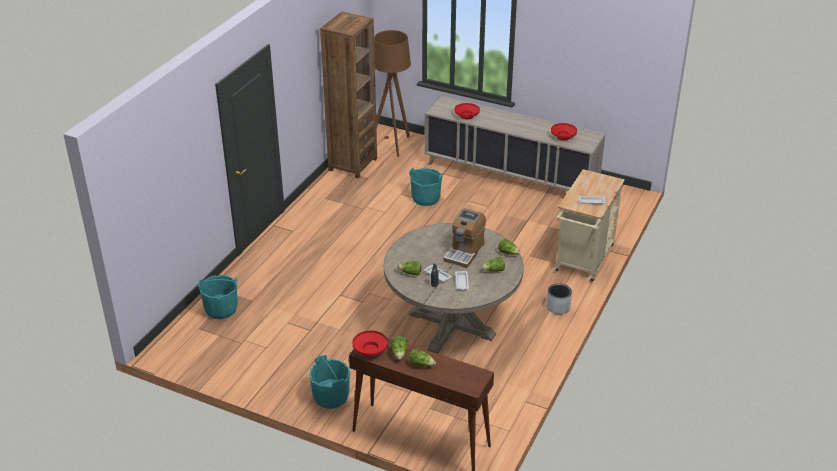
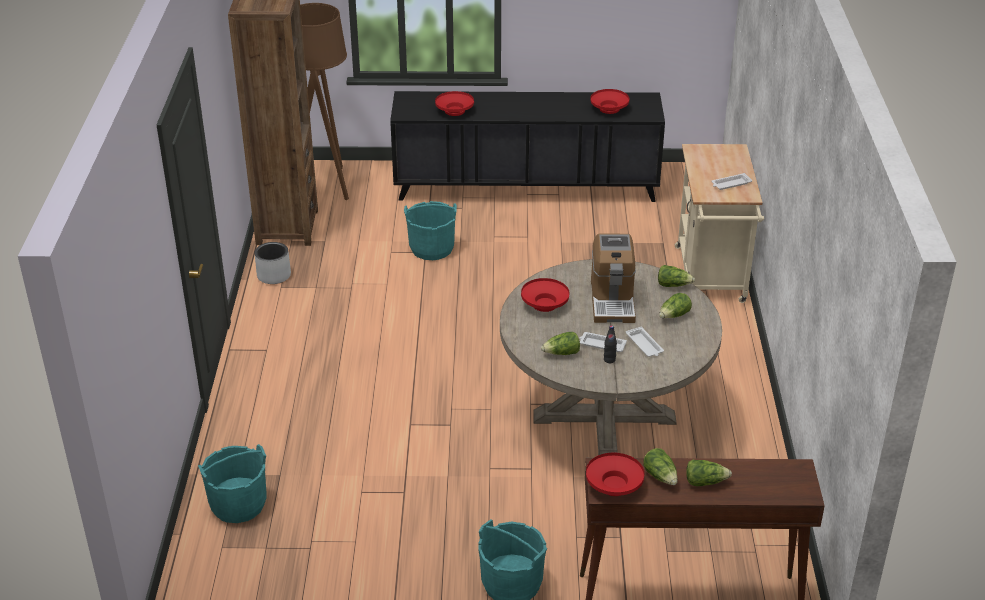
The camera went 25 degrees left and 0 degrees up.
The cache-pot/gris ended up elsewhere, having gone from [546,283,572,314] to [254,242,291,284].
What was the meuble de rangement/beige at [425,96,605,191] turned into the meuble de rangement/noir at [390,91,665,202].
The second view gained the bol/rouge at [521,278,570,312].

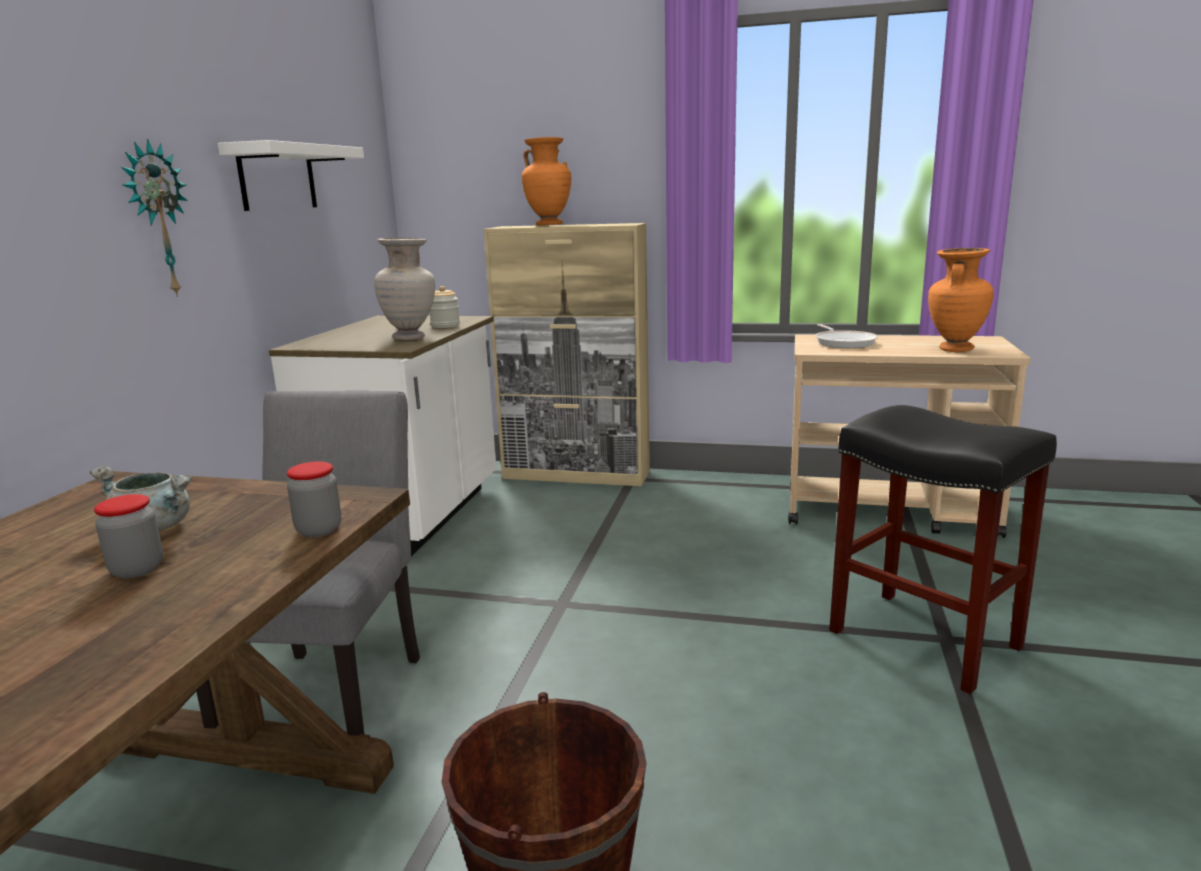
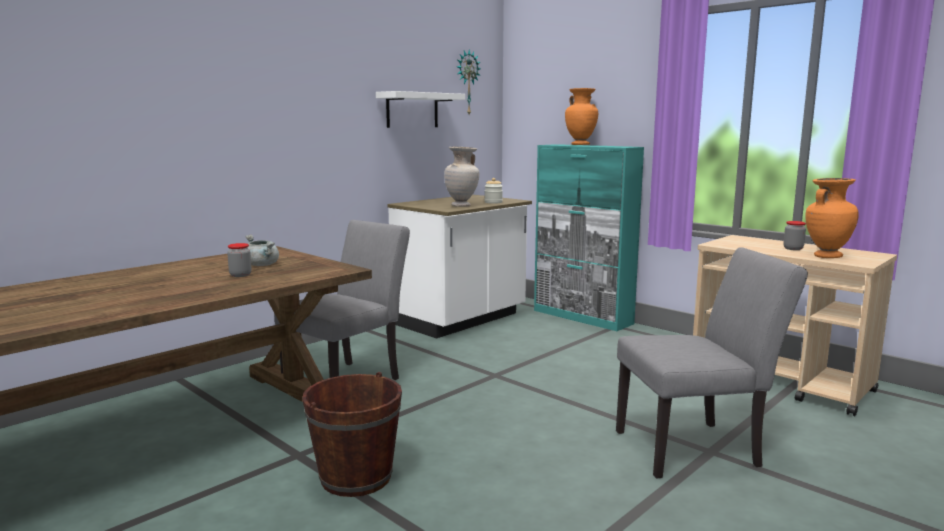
The camera went 30 degrees right and 5 degrees down.
The horloge murale ended up elsewhere, having gone from [121,139,187,297] to [457,50,481,114].
What was the meuble de rangement/beige at [484,223,650,486] turned into the meuble de rangement/turquoise at [534,144,644,331].
Where the tabouret/noir stood at [829,405,1057,694], the chaise/gris came to stand at [616,248,808,479].
The bocal ended up elsewhere, having gone from [287,461,341,537] to [783,221,806,250].
The second view lost the poêle at [815,324,878,348].

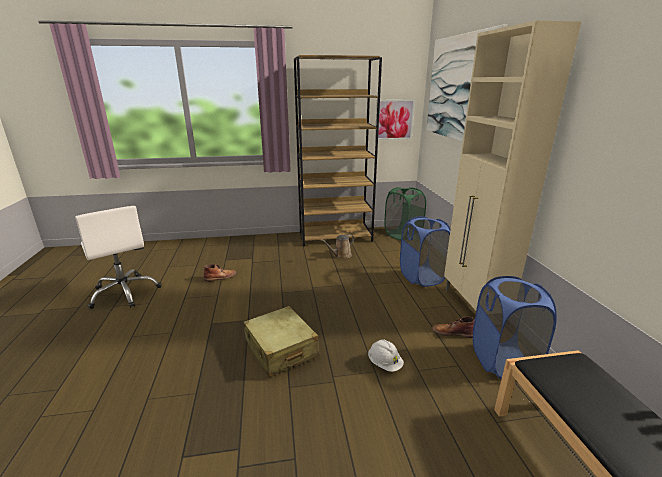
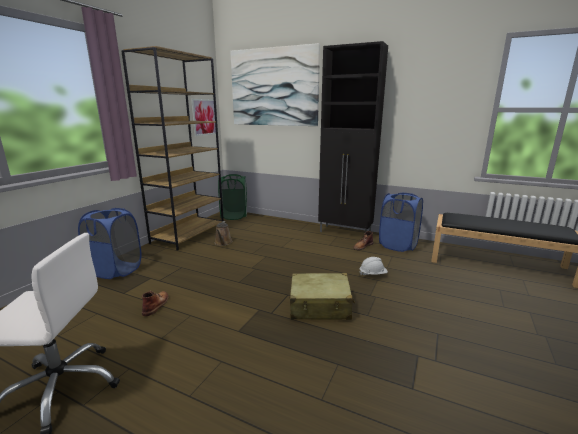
The camera went 55 degrees left and 5 degrees down.
The panier à linge/bleu ended up elsewhere, having gone from [400,216,451,287] to [78,208,141,279].
What was the meuble de rangement/beige at [444,20,581,310] turned into the meuble de rangement/noir at [318,41,388,233].

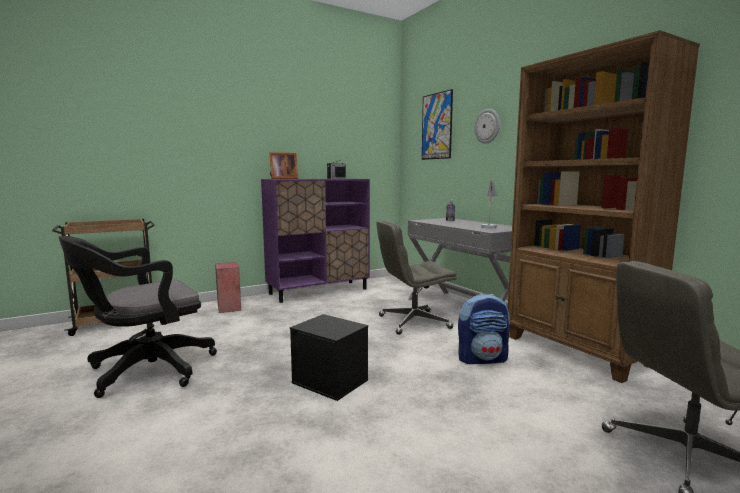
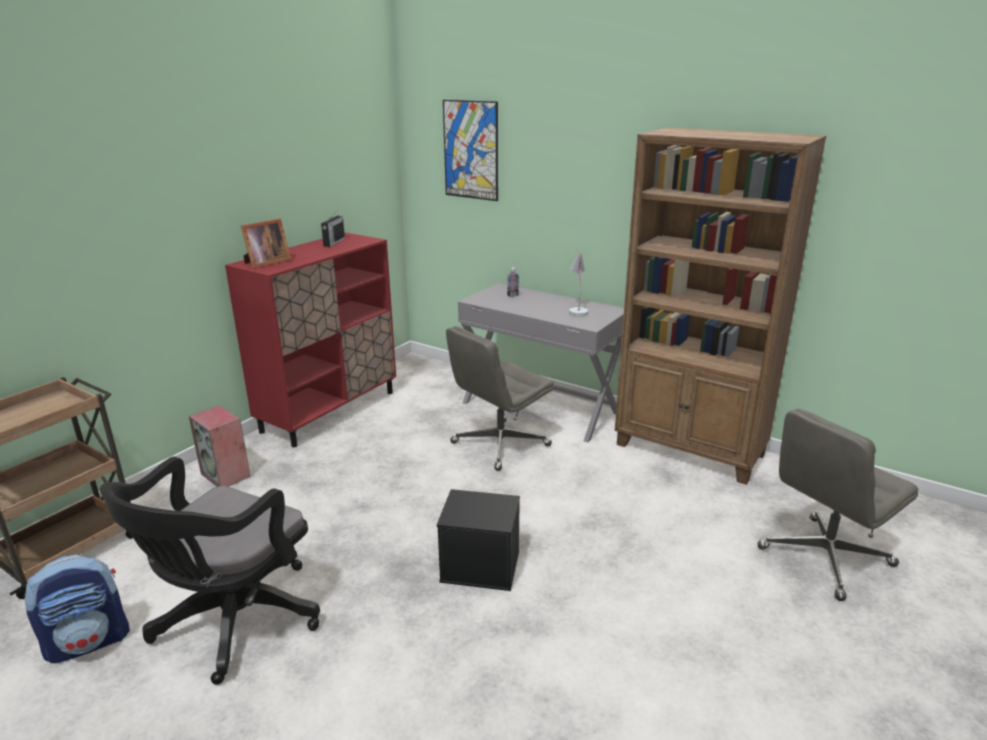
The camera went 25 degrees left and 15 degrees up.
The sac à dos ended up elsewhere, having gone from [458,294,510,364] to [25,554,130,663].
What was the meuble de rangement/violet at [261,179,370,303] turned into the meuble de rangement/rouge at [225,232,396,447].
The second view lost the horloge murale at [475,109,500,144].

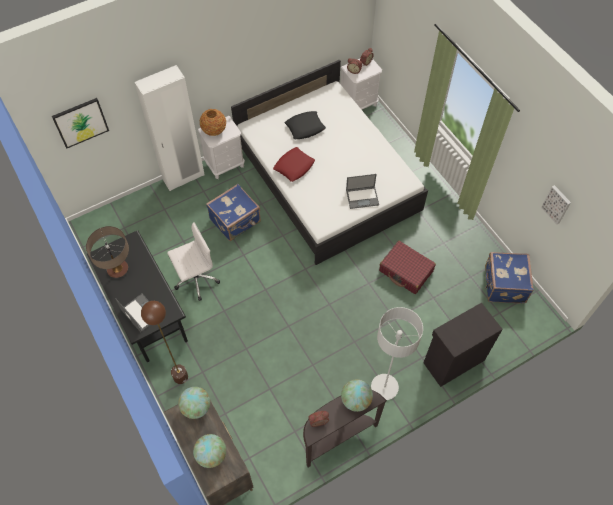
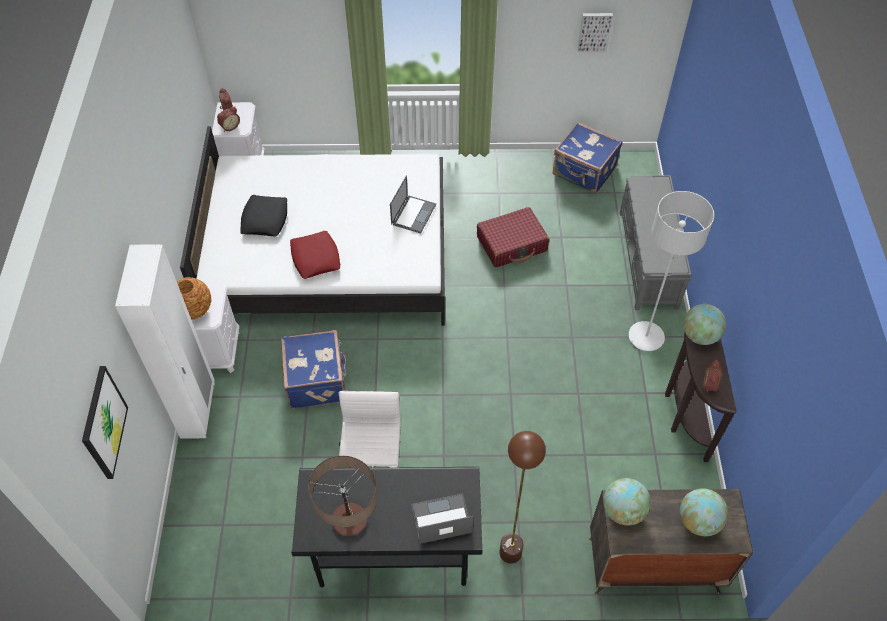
The camera went 60 degrees left and 5 degrees down.
Where the meuble de rangement/noir stood at [423,302,503,387], the banc/gris came to stand at [620,175,691,310].

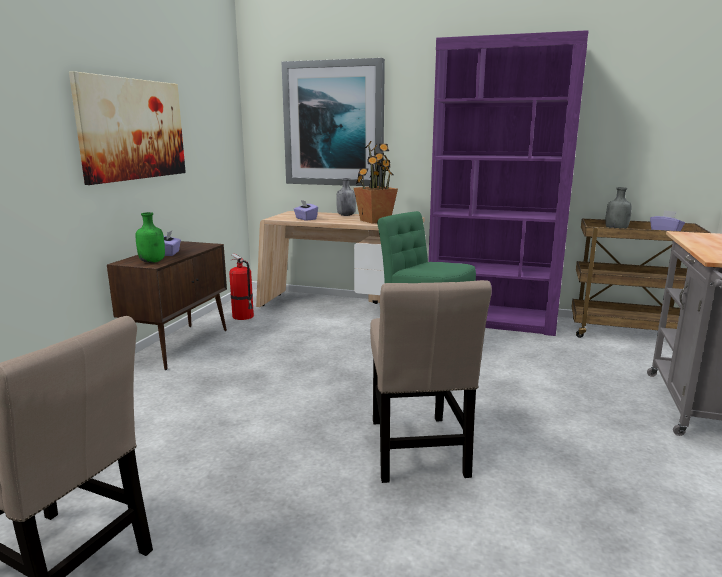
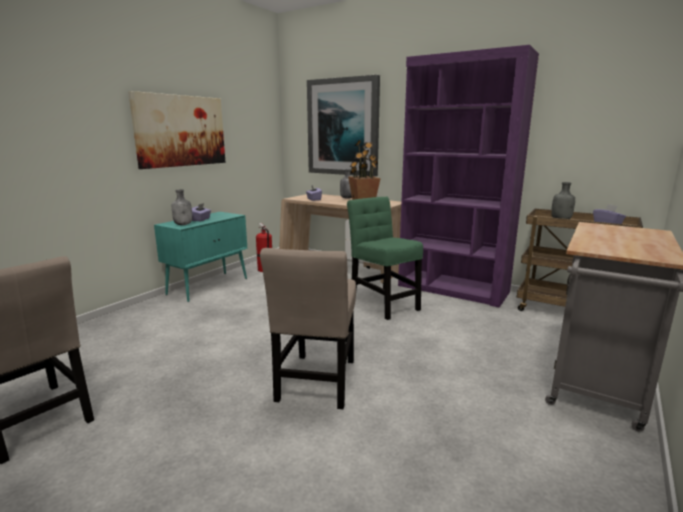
The camera went 15 degrees right and 0 degrees up.
What was the meuble de rangement/marron at [107,241,227,370] turned into the meuble de rangement/turquoise at [154,212,247,302].
What was the bouteille/vert at [136,212,165,263] turned into the bouteille/gris at [172,190,192,225].

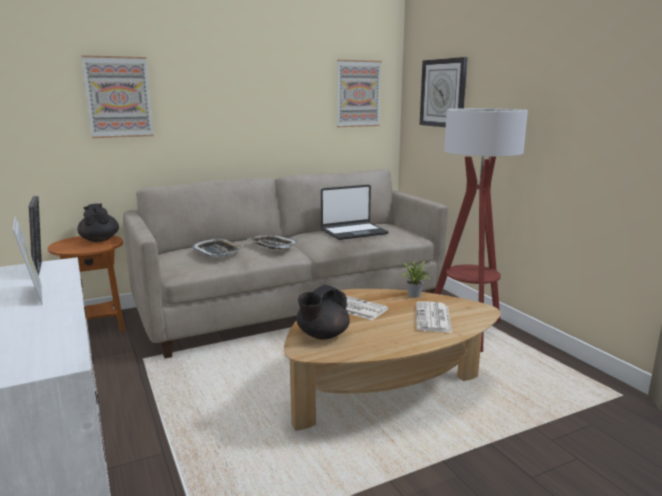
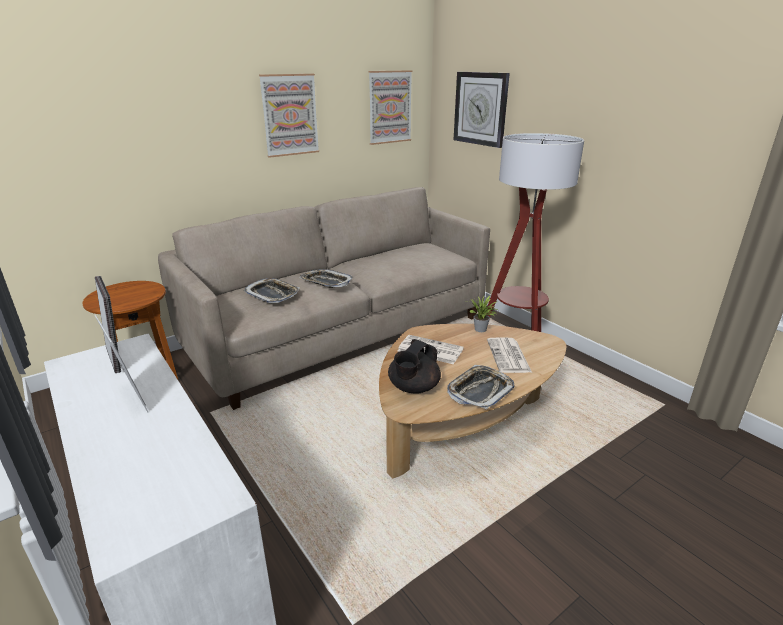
The camera went 10 degrees left and 10 degrees up.
The tableau ended up elsewhere, having gone from [81,55,154,138] to [259,74,319,158].
The second view gained the plateau at [447,365,514,410].
The second view lost the théière/noir at [77,203,119,242].
The second view lost the ordinateur portable at [321,185,389,240].

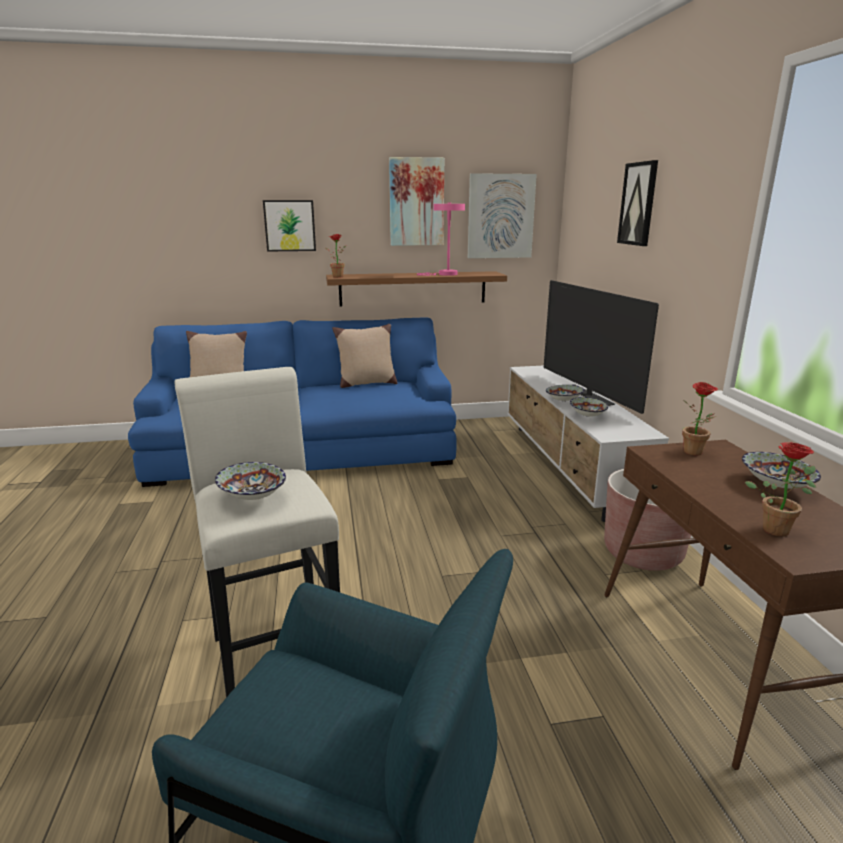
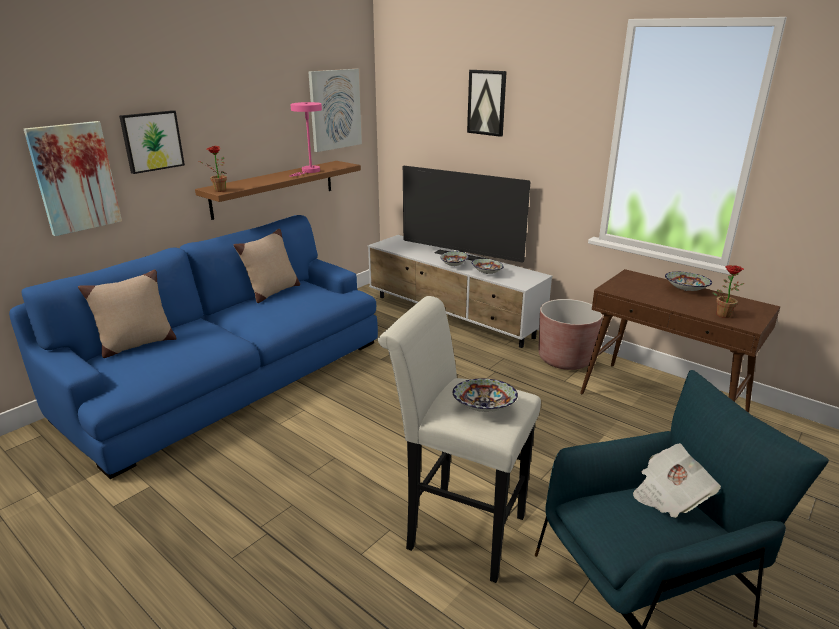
The camera went 40 degrees left and 5 degrees up.
The tableau ended up elsewhere, having gone from [389,157,444,246] to [24,121,122,236].
The second view gained the journal at [633,443,721,518].
The second view lost the plante en pot at [682,382,718,455].

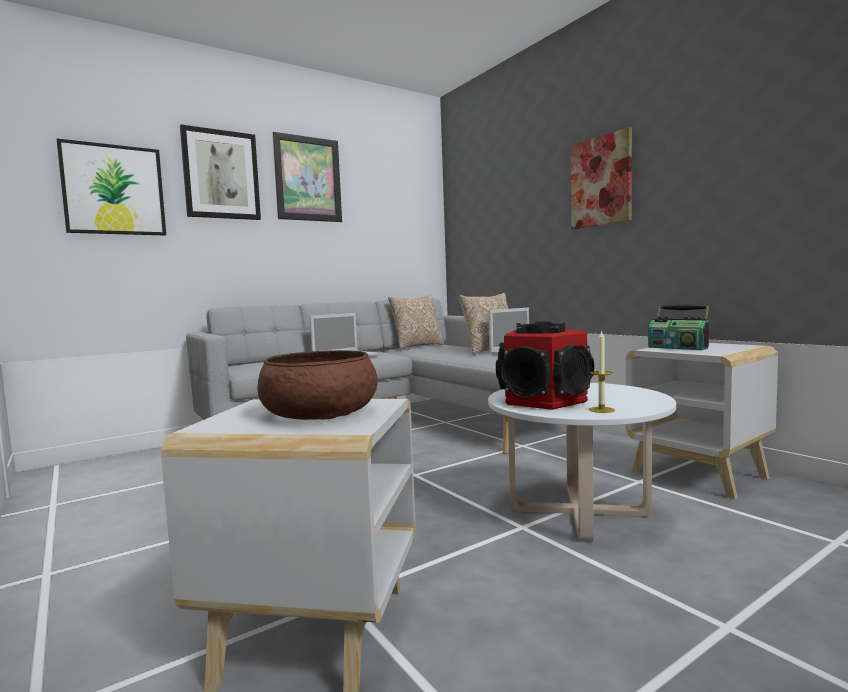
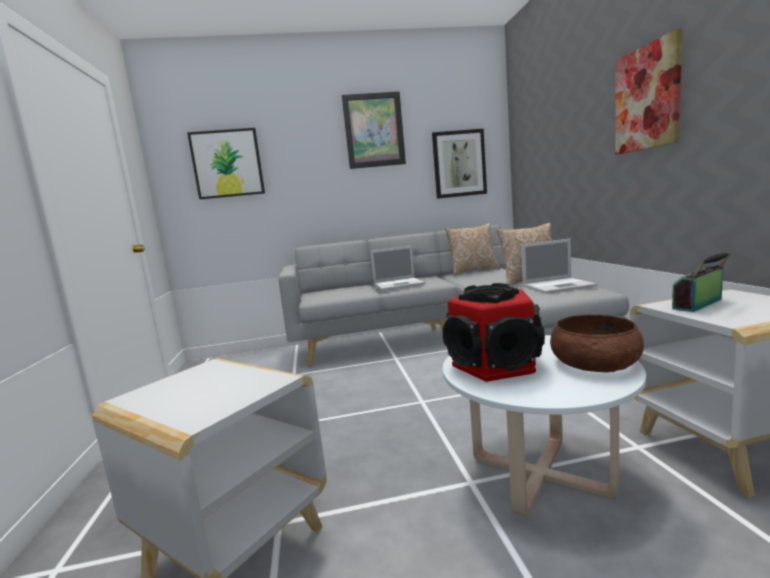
The camera went 25 degrees right and 5 degrees up.
The tableau ended up elsewhere, having gone from [180,125,261,220] to [432,129,487,199].
The bol/marron ended up elsewhere, having gone from [257,350,378,420] to [550,314,644,373].
The radio at [648,304,709,350] ended up facing another way, 75 degrees clockwise from before.
The second view lost the bougie at [589,330,615,413].

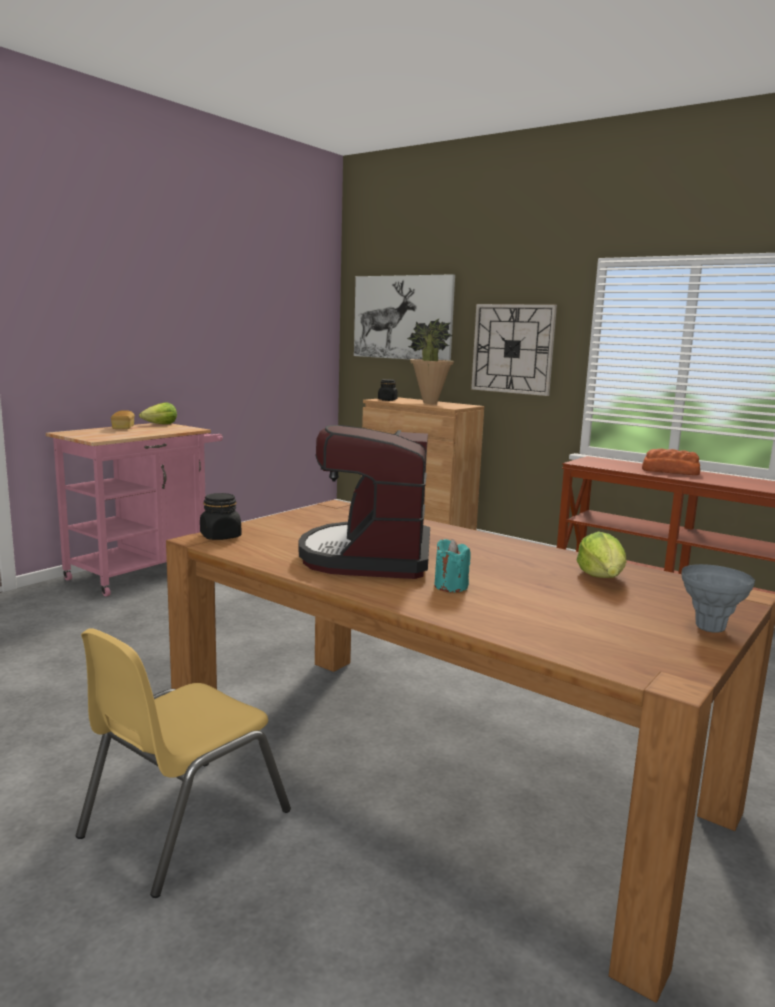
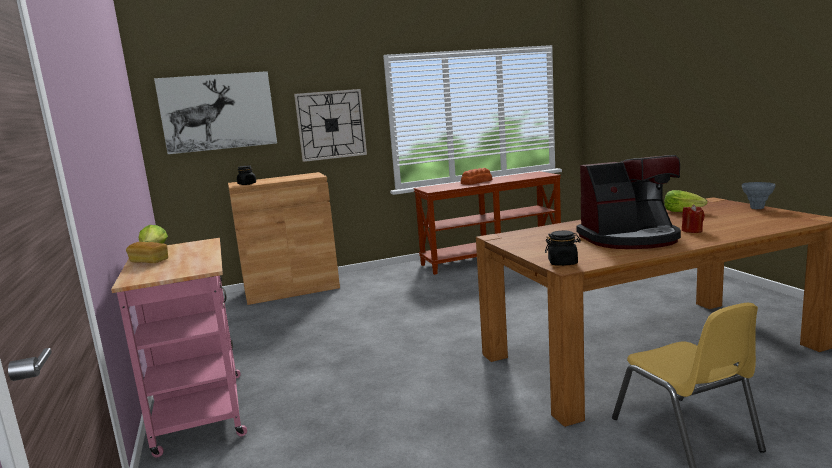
The camera went 55 degrees left and 0 degrees up.
The machine à café at [299,425,430,579] ended up facing another way, 45 degrees counterclockwise from before.
What was the bougie/turquoise at [434,539,471,592] turned into the bougie/rouge at [682,204,705,233].
The second view lost the plante en pot at [407,319,454,403].

